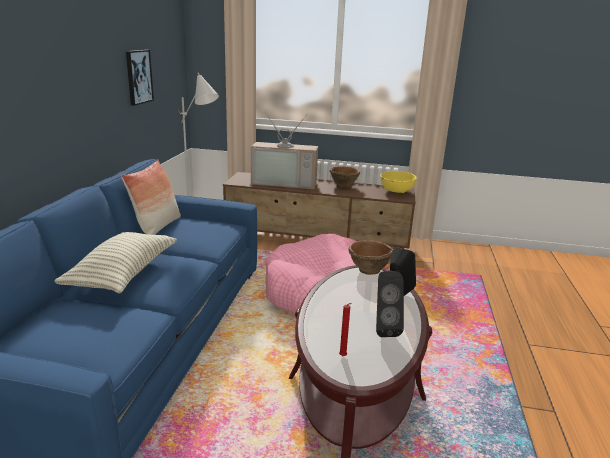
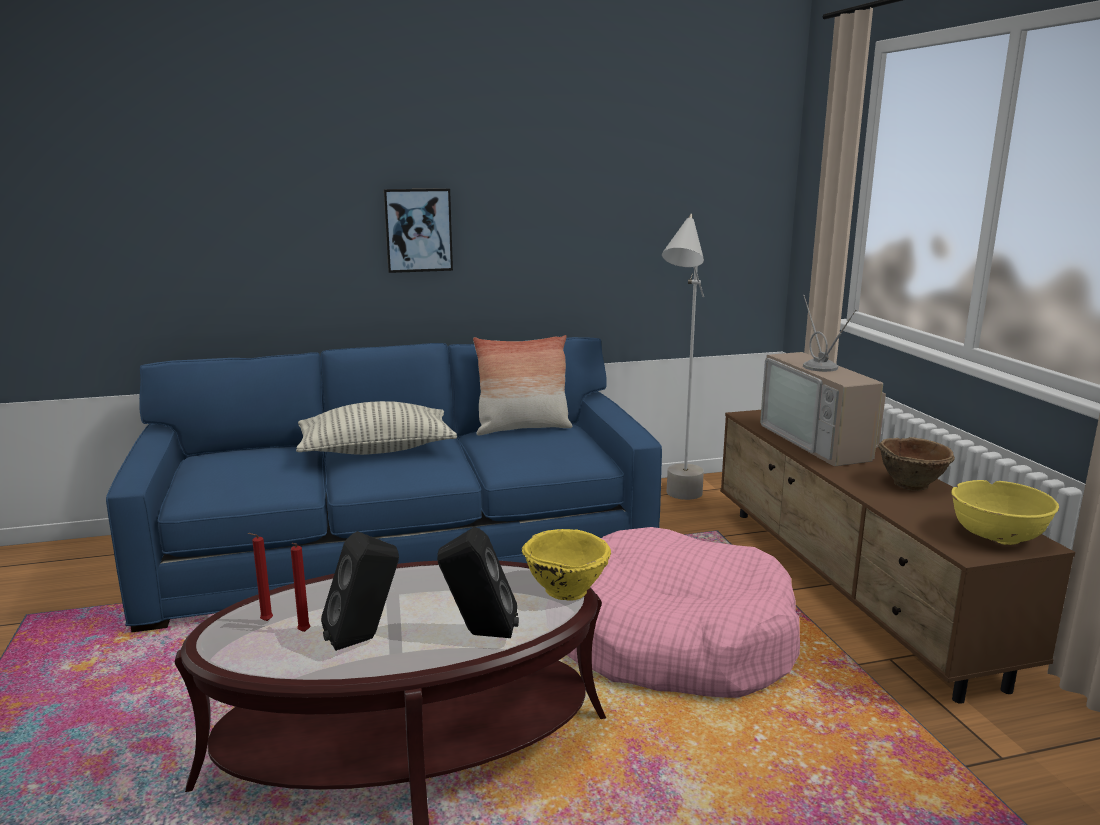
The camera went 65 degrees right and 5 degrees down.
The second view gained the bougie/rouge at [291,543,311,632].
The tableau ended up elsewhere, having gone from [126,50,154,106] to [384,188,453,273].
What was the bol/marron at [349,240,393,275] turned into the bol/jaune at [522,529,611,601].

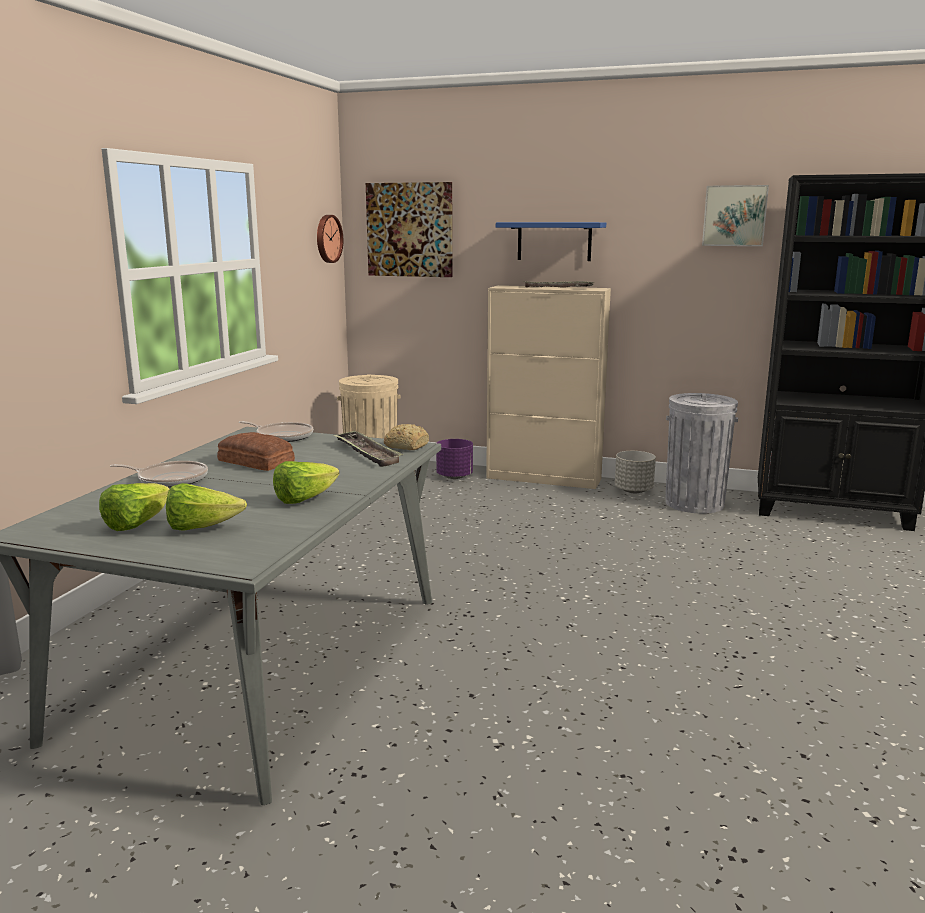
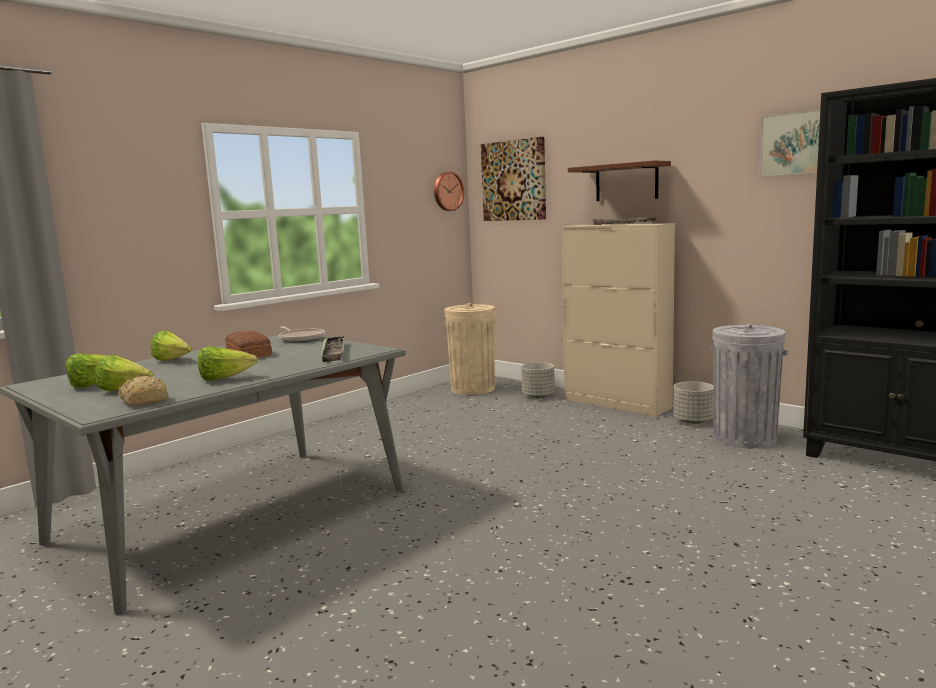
The camera went 25 degrees right and 5 degrees down.
The pain ended up elsewhere, having gone from [384,424,429,450] to [118,376,168,406].
Where the poêle stood at [110,461,208,487], the laitue came to stand at [151,331,192,361].
What was the cache-pot/violet at [436,439,473,479] turned into the cache-pot/gris at [521,362,555,398].
What was the étagère/bleu at [496,222,606,261] turned into the étagère/marron at [568,160,671,201].

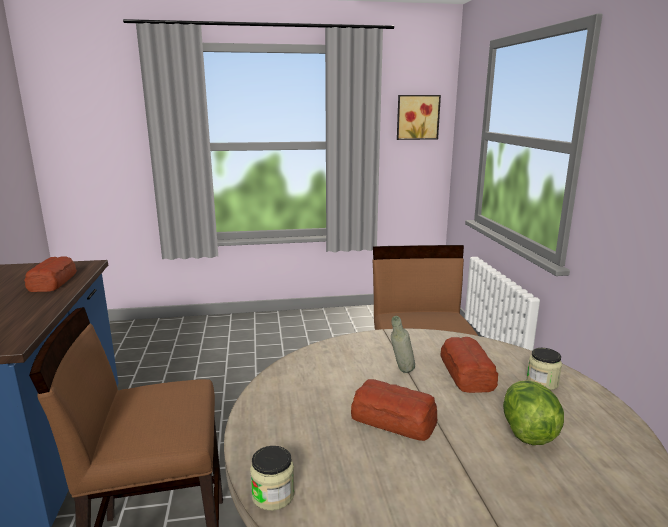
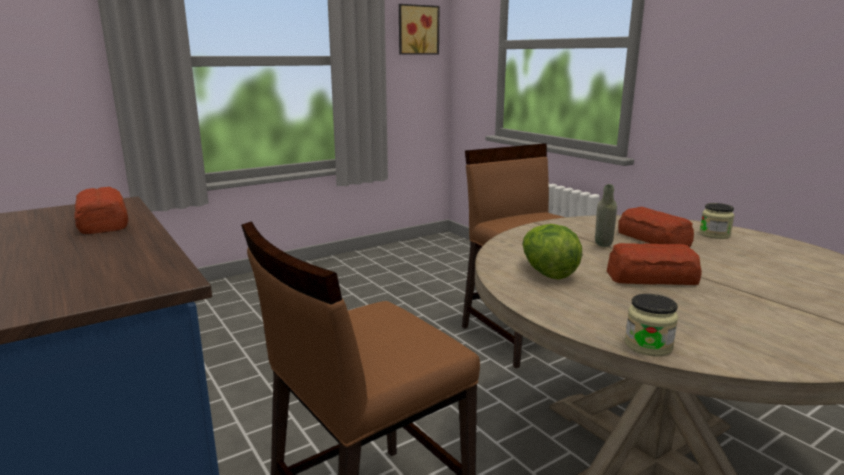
The camera went 25 degrees left and 0 degrees up.
The laitue ended up elsewhere, having gone from [503,380,564,445] to [522,224,582,280].

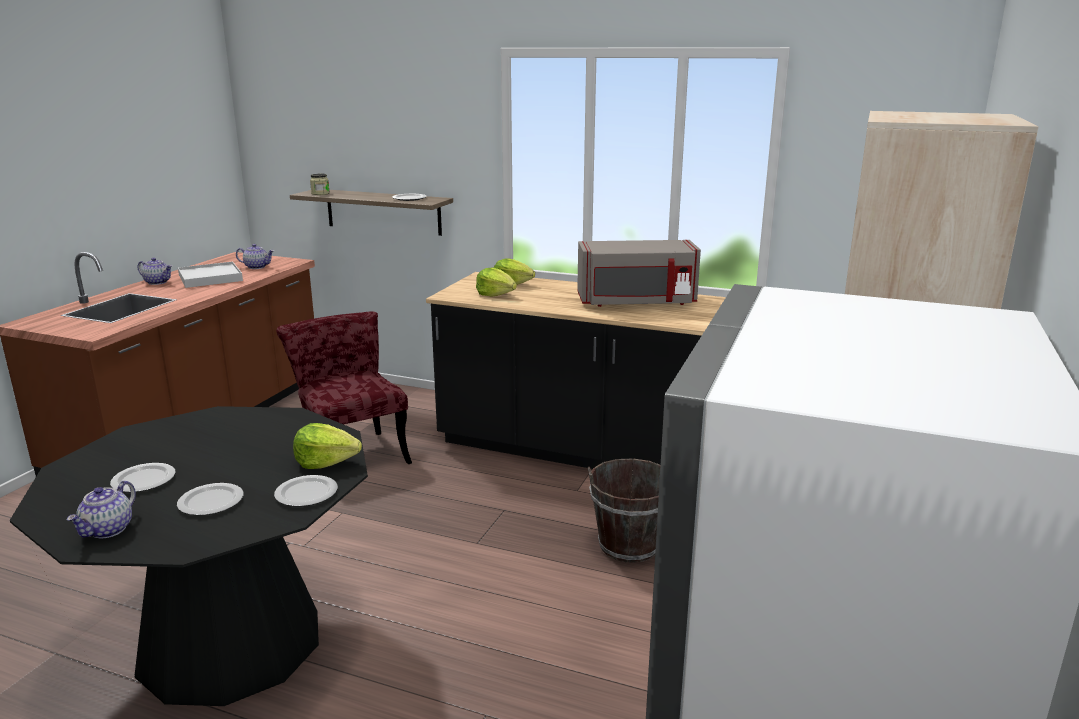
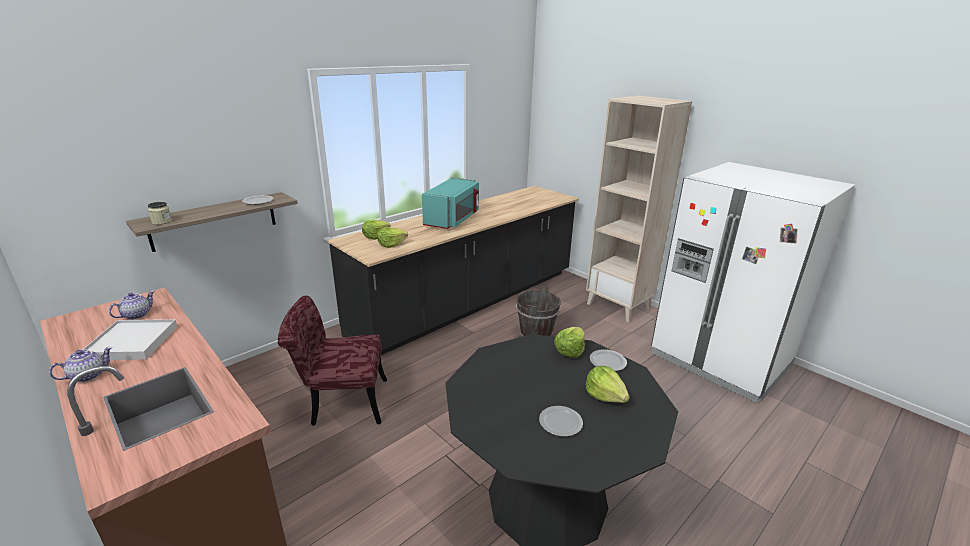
The camera went 65 degrees left and 5 degrees up.
What was the micro-ondes/gris at [577,240,701,307] turned into the micro-ondes/turquoise at [422,177,479,229].
Where the assiette stood at [177,483,244,516], the laitue came to stand at [586,366,630,403].
The second view lost the théière at [67,481,136,538].

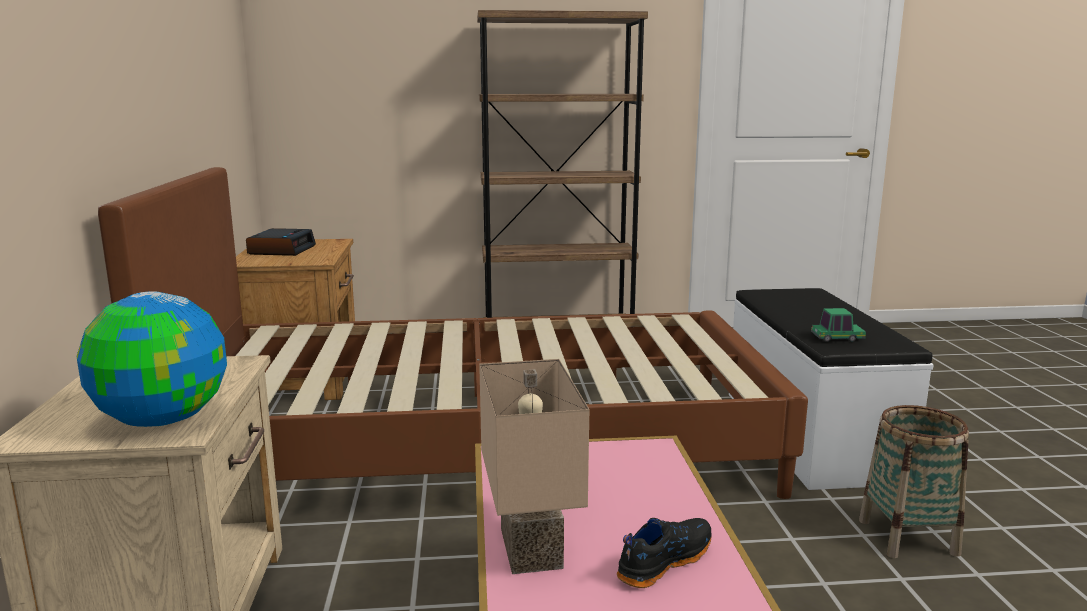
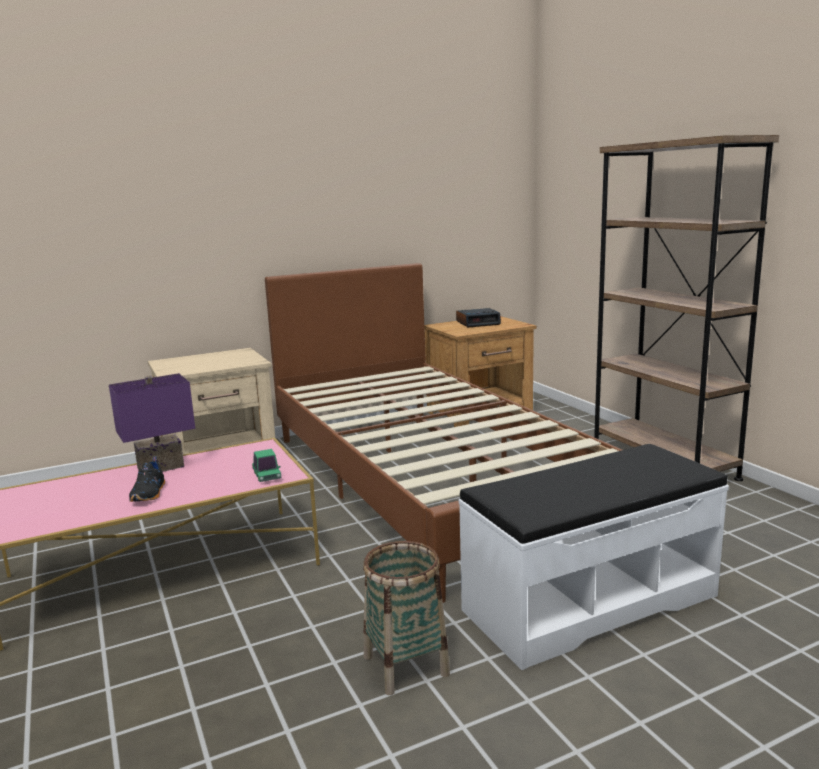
The camera went 70 degrees right and 0 degrees up.
What was the lampe de table/beige at [479,359,589,574] turned into the lampe de table/violet at [109,373,195,472].
The chaussure/noir at [617,518,712,588] ended up facing another way, 60 degrees clockwise from before.
The petite voiture ended up elsewhere, having gone from [811,308,866,342] to [252,449,281,482].
The second view lost the globe at [76,291,227,427].

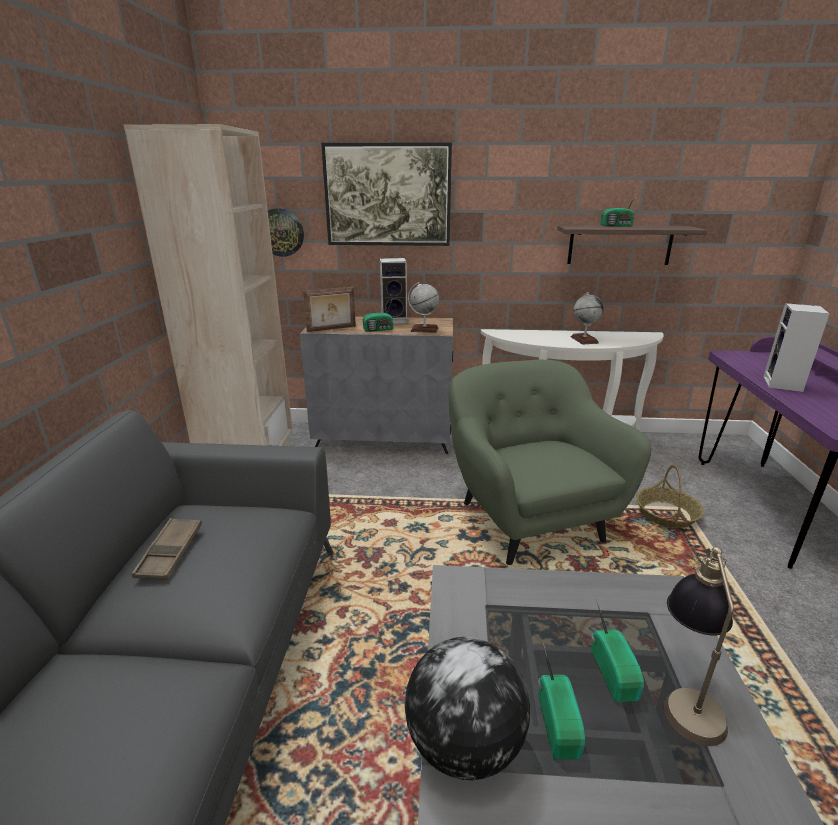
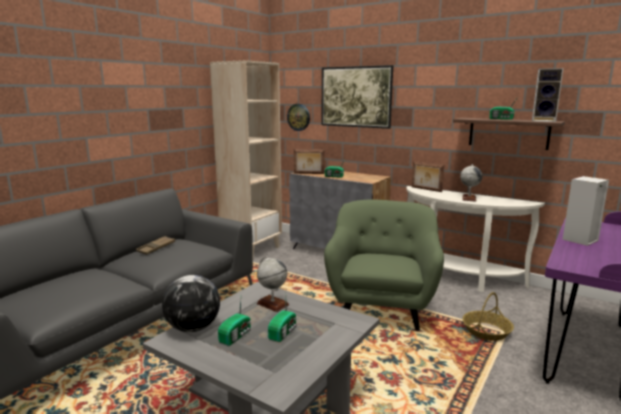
The camera went 30 degrees right and 10 degrees down.
The globe ended up elsewhere, having gone from [408,282,439,333] to [257,256,289,312].
The second view gained the cadre photo at [412,161,444,192].
The enceinte ended up elsewhere, having gone from [380,258,407,324] to [532,68,563,122].
The second view lost the lampe de table at [664,546,733,746].

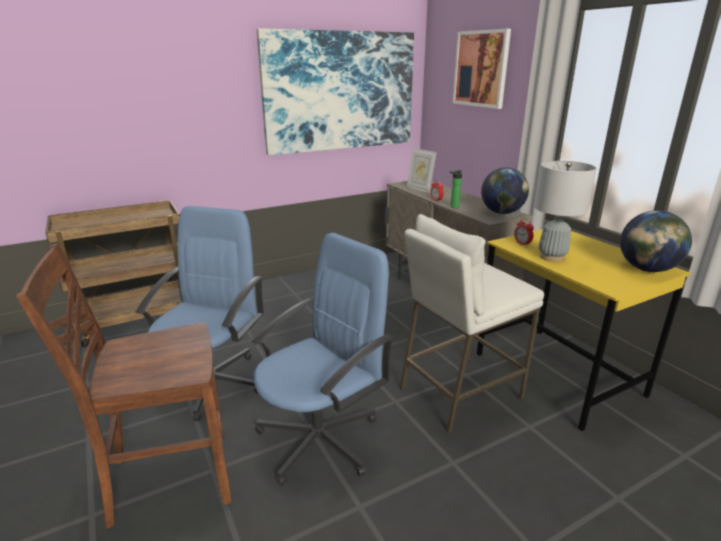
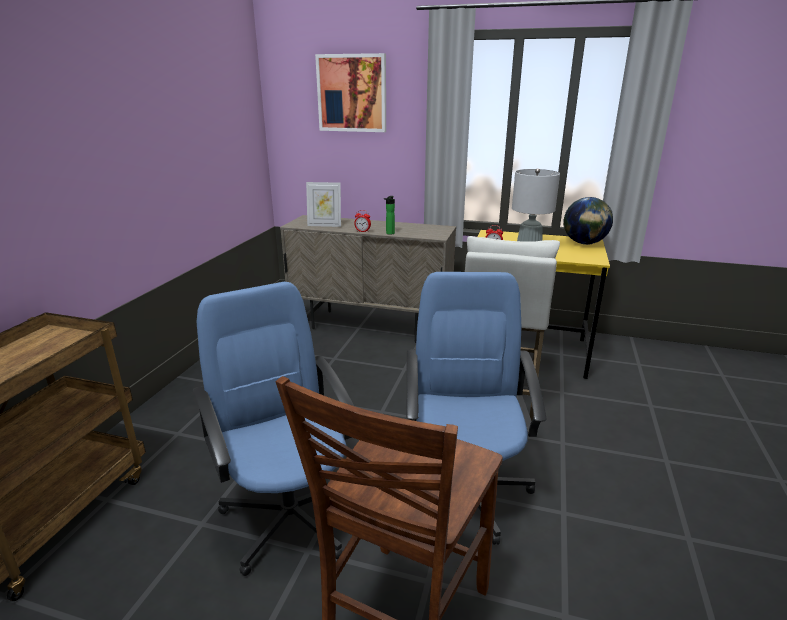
The camera went 45 degrees left and 0 degrees up.
The second view lost the tableau at [257,28,414,155].
The second view lost the globe at [481,167,529,214].

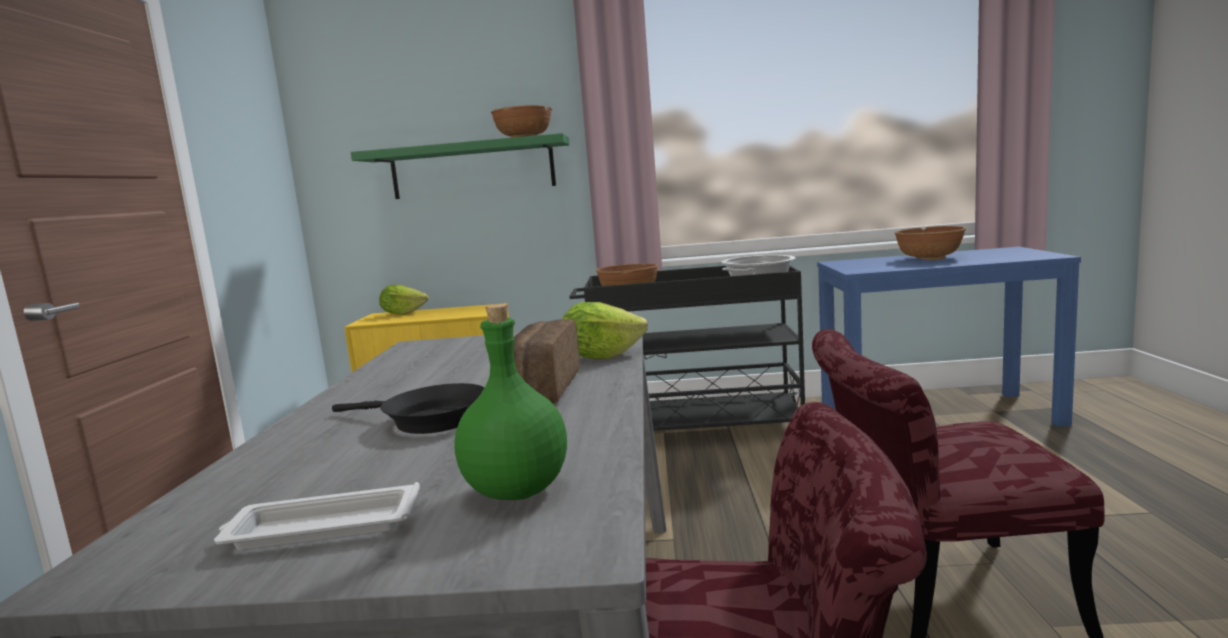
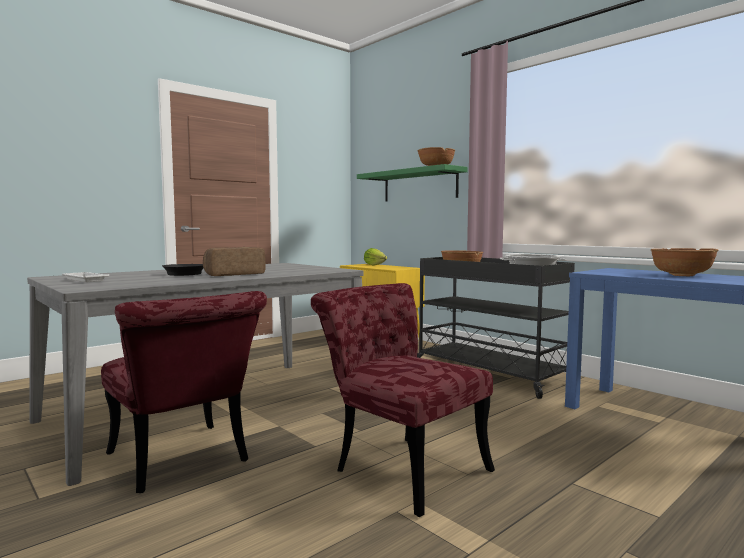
The camera went 45 degrees right and 5 degrees down.
The second view lost the bouteille/vert at [454,304,567,500].
The second view lost the laitue at [562,302,648,359].

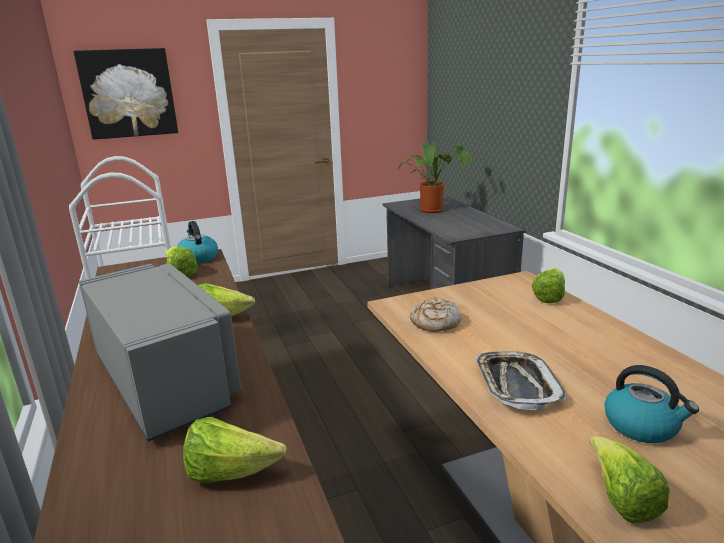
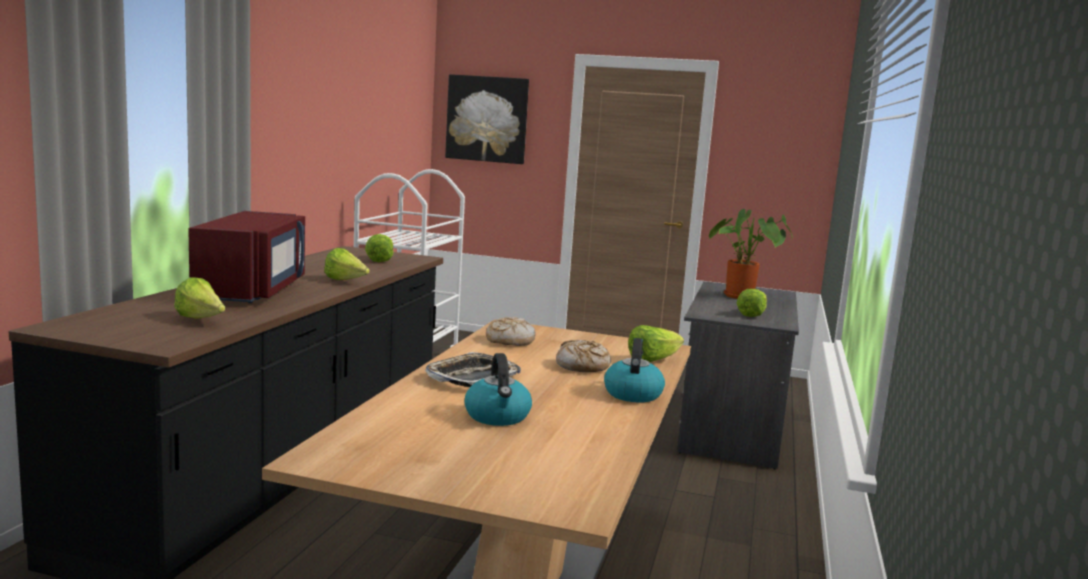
The camera went 35 degrees right and 10 degrees down.
What was the micro-ondes/gris at [79,263,241,442] turned into the micro-ondes/rouge at [188,211,305,303].
The second view gained the pain at [556,340,611,372].
The bouilloire ended up elsewhere, having gone from [178,221,218,264] to [604,338,665,402].
The laitue ended up elsewhere, having gone from [589,436,670,523] to [737,289,767,317].

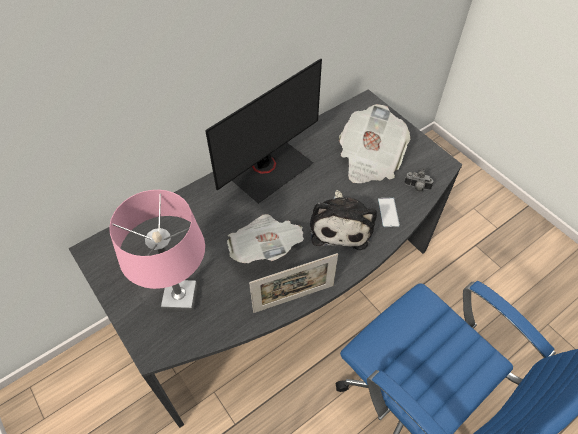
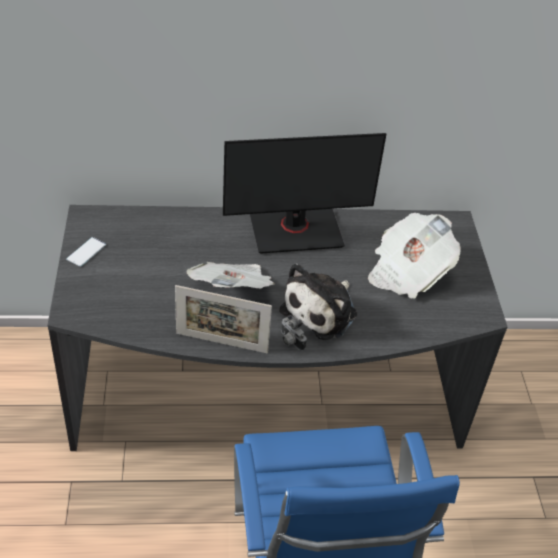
The camera went 30 degrees right and 10 degrees down.
The téléphone ended up elsewhere, having gone from [378,197,400,227] to [66,237,106,267].
The appareil photo ended up elsewhere, having gone from [404,168,434,192] to [281,317,307,351].
The second view lost the lampe de table/rose at [109,190,205,313].

